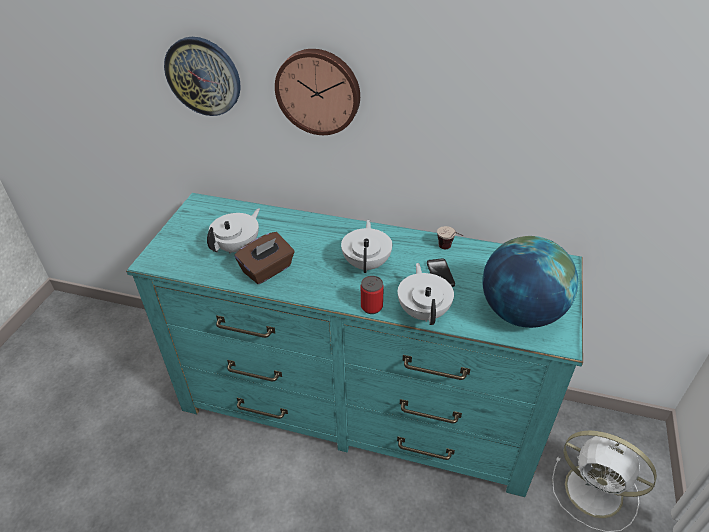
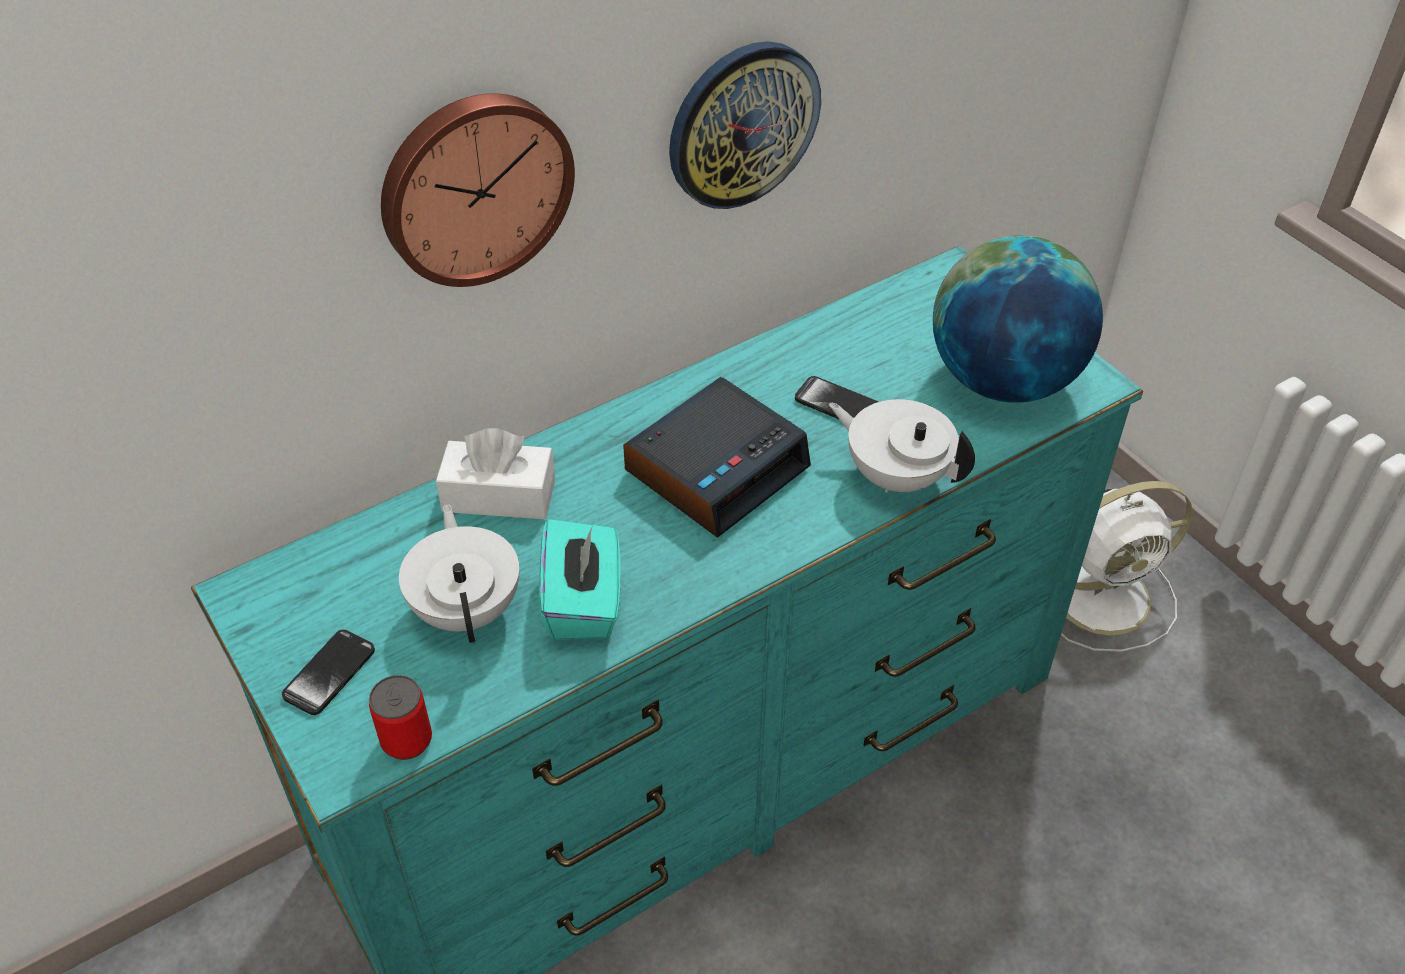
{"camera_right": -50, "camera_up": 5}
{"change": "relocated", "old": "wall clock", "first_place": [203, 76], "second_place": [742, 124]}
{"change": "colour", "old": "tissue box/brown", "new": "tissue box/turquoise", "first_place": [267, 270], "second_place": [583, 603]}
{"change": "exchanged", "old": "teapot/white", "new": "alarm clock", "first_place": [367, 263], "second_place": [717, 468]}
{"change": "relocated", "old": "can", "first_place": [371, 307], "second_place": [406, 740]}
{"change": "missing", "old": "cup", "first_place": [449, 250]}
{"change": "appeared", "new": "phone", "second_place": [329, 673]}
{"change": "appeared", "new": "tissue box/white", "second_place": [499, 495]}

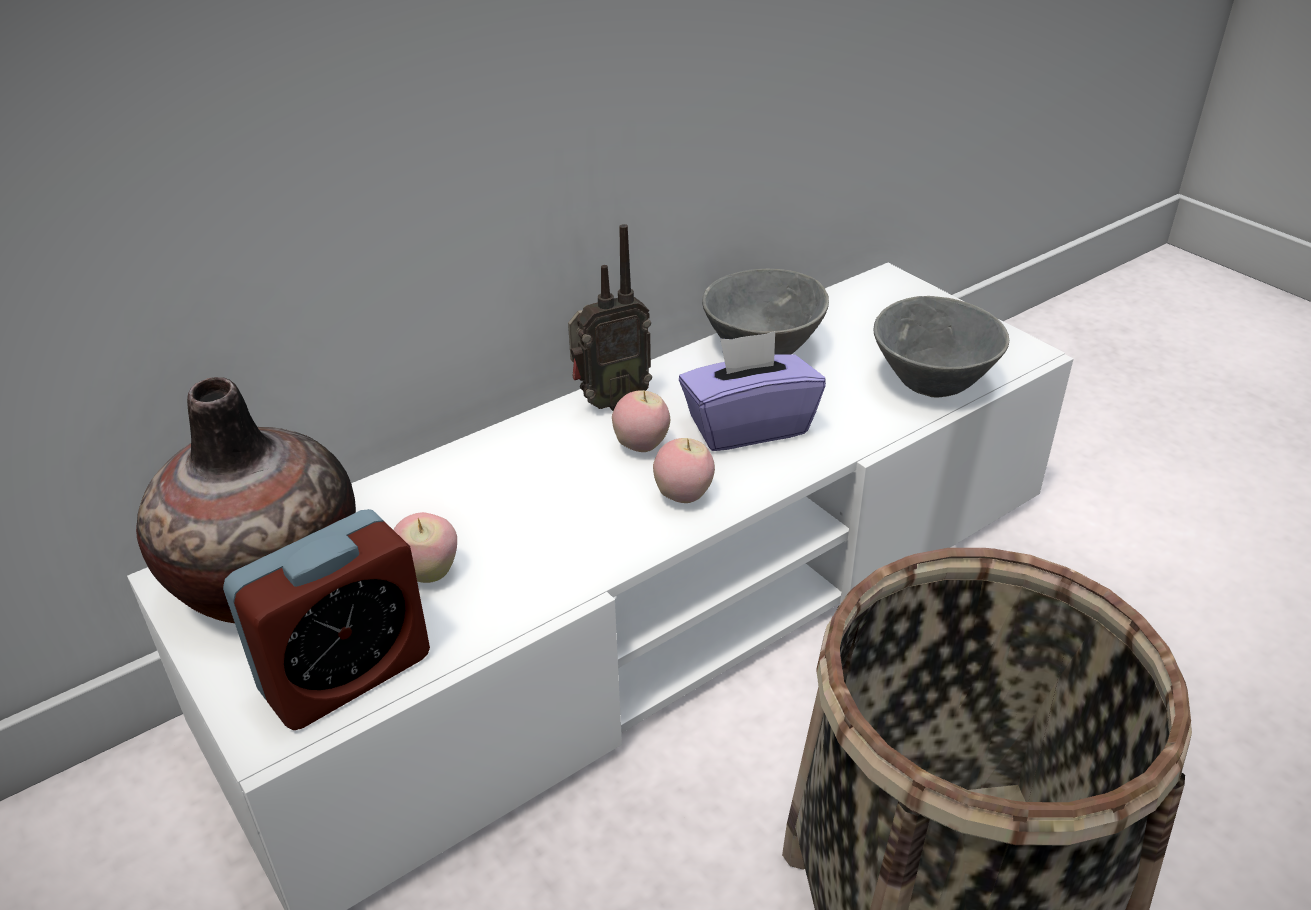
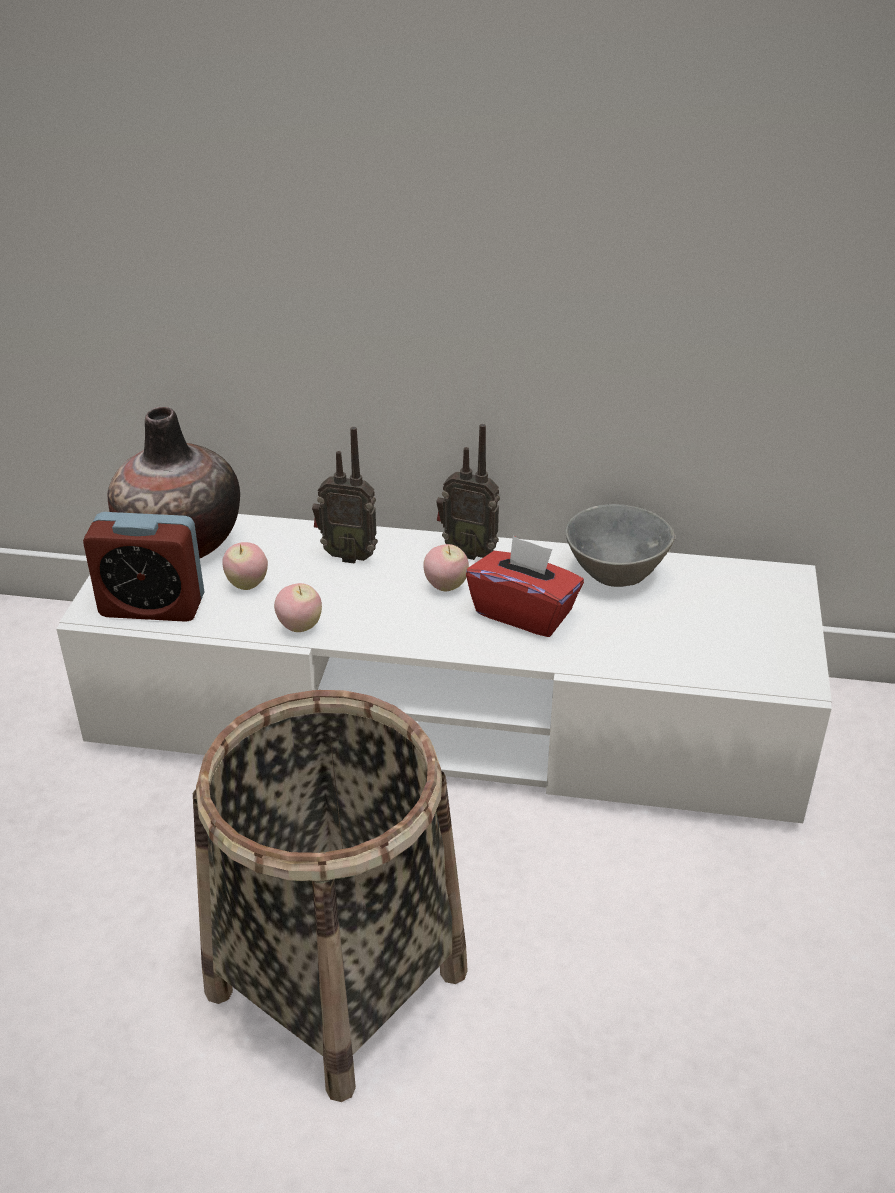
{"camera_right": 45, "camera_up": 0}
{"change": "relocated", "old": "apple", "first_place": [683, 496], "second_place": [300, 627]}
{"change": "colour", "old": "tissue box/purple", "new": "tissue box/red", "first_place": [748, 426], "second_place": [524, 612]}
{"change": "missing", "old": "bowl/grey", "first_place": [928, 383]}
{"change": "appeared", "new": "radio", "second_place": [348, 555]}

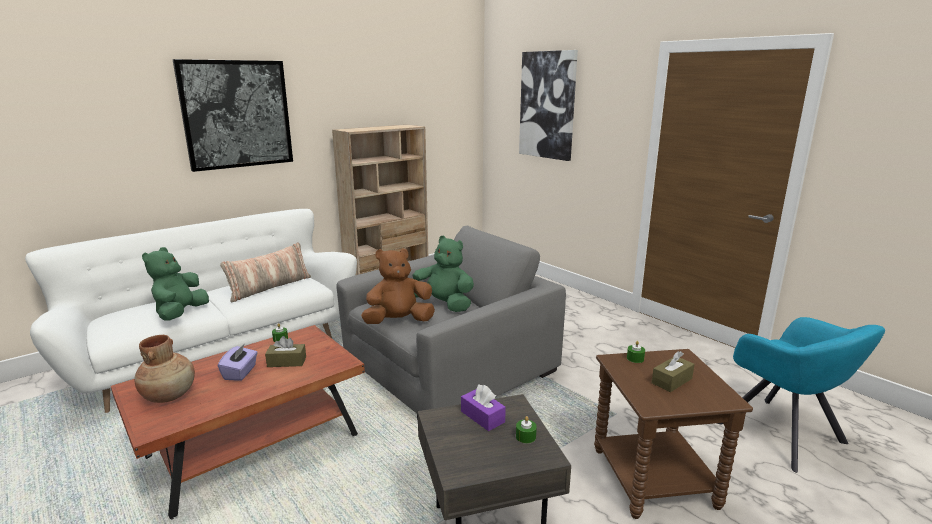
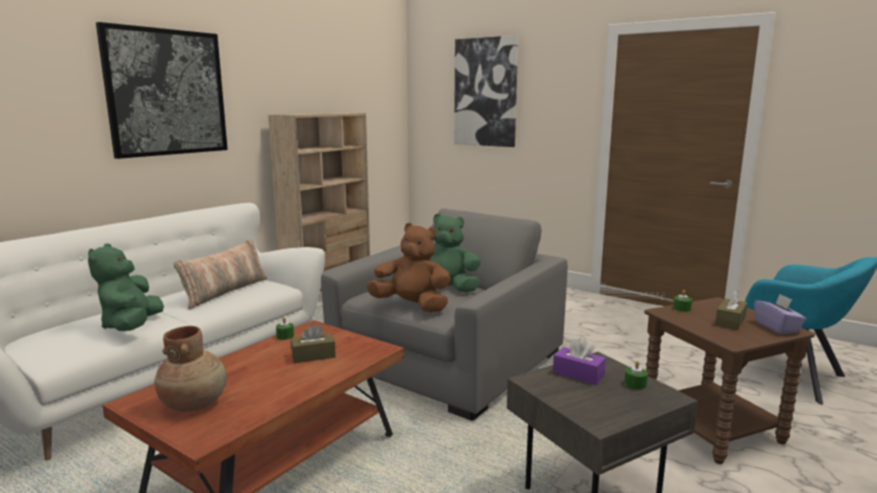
{"camera_right": -15, "camera_up": -5}
{"change": "relocated", "old": "tissue box/purple", "first_place": [240, 373], "second_place": [777, 327]}
{"change": "spun", "old": "plush toy/brown", "first_place": [398, 321], "second_place": [412, 306], "degrees": 60}

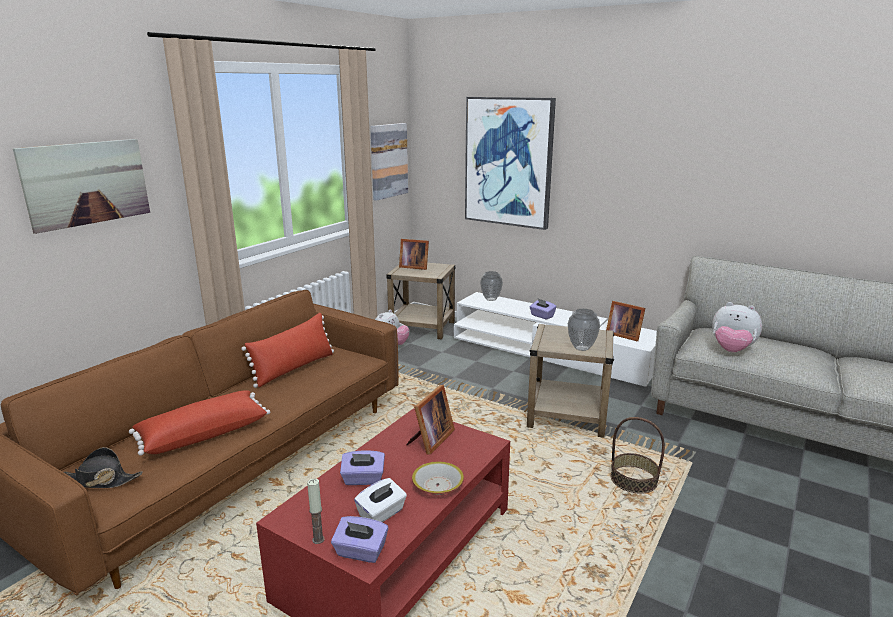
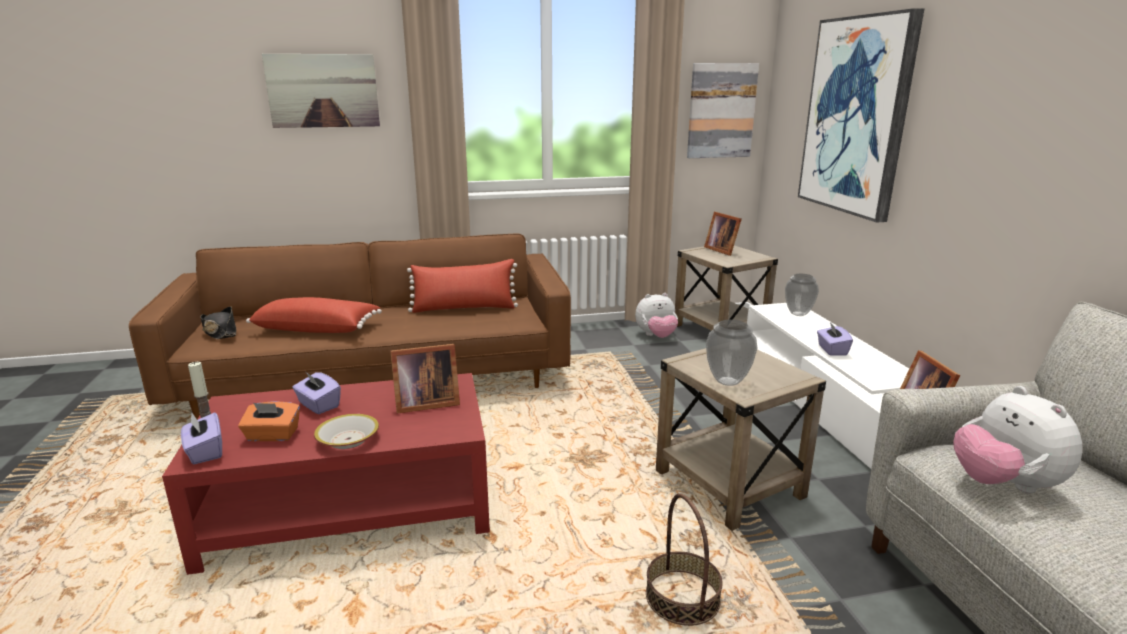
{"camera_right": 45, "camera_up": 0}
{"change": "colour", "old": "tissue box/white", "new": "tissue box/orange", "first_place": [381, 513], "second_place": [272, 435]}

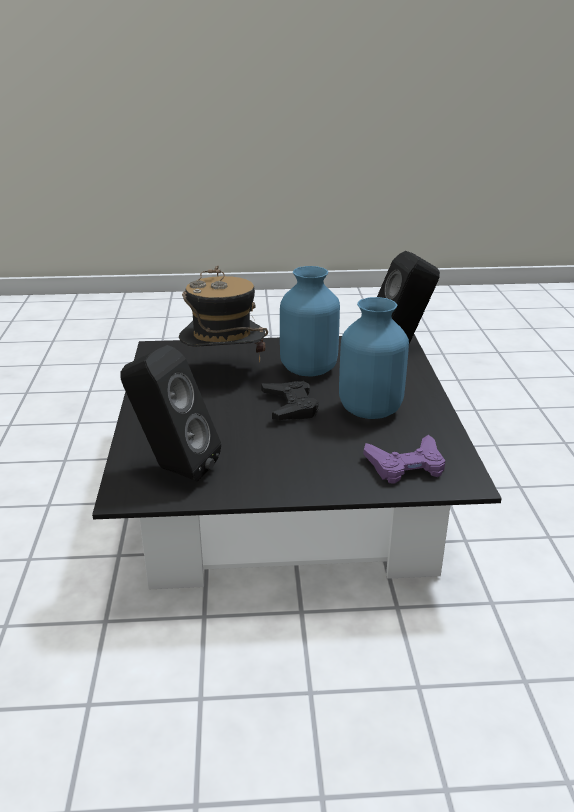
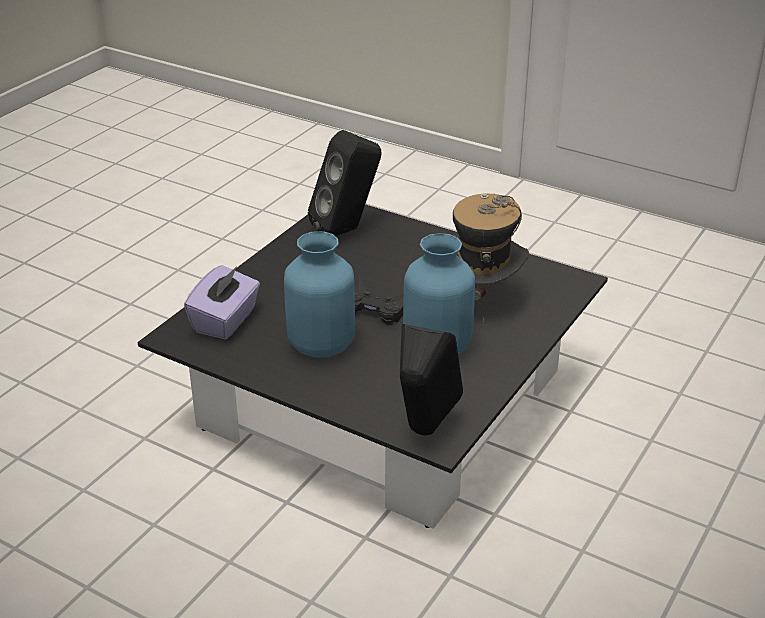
{"camera_right": 125, "camera_up": 5}
{"change": "exchanged", "old": "game controller/purple", "new": "tissue box/purple", "first_place": [406, 466], "second_place": [225, 321]}

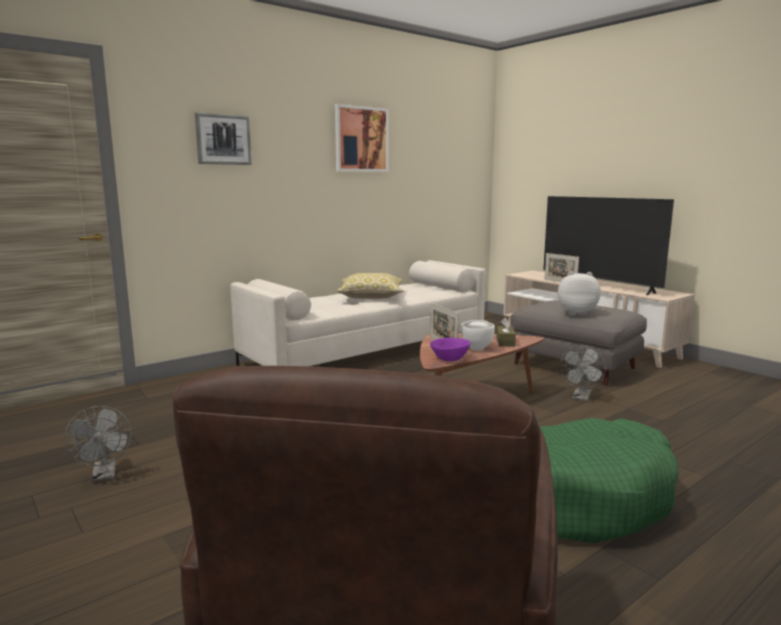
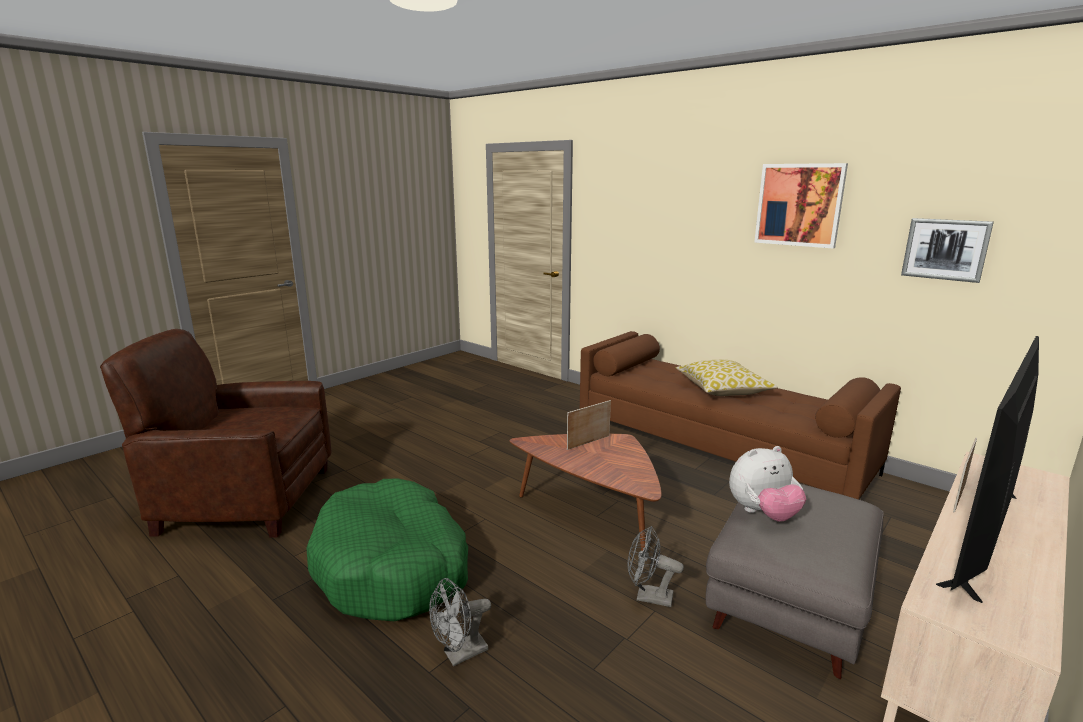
{"camera_right": 80, "camera_up": 5}
{"change": "relocated", "old": "fan/grey", "first_place": [105, 475], "second_place": [460, 654]}
{"change": "relocated", "old": "picture", "first_place": [223, 139], "second_place": [945, 249]}
{"change": "colour", "old": "sofa/white", "new": "sofa/brown", "first_place": [368, 351], "second_place": [718, 447]}
{"change": "missing", "old": "bowl/purple", "first_place": [449, 359]}
{"change": "missing", "old": "bowl/white", "first_place": [477, 348]}
{"change": "missing", "old": "tissue box/brown", "first_place": [505, 342]}
{"change": "spun", "old": "plush toy", "first_place": [576, 313], "second_place": [763, 514], "degrees": 75}

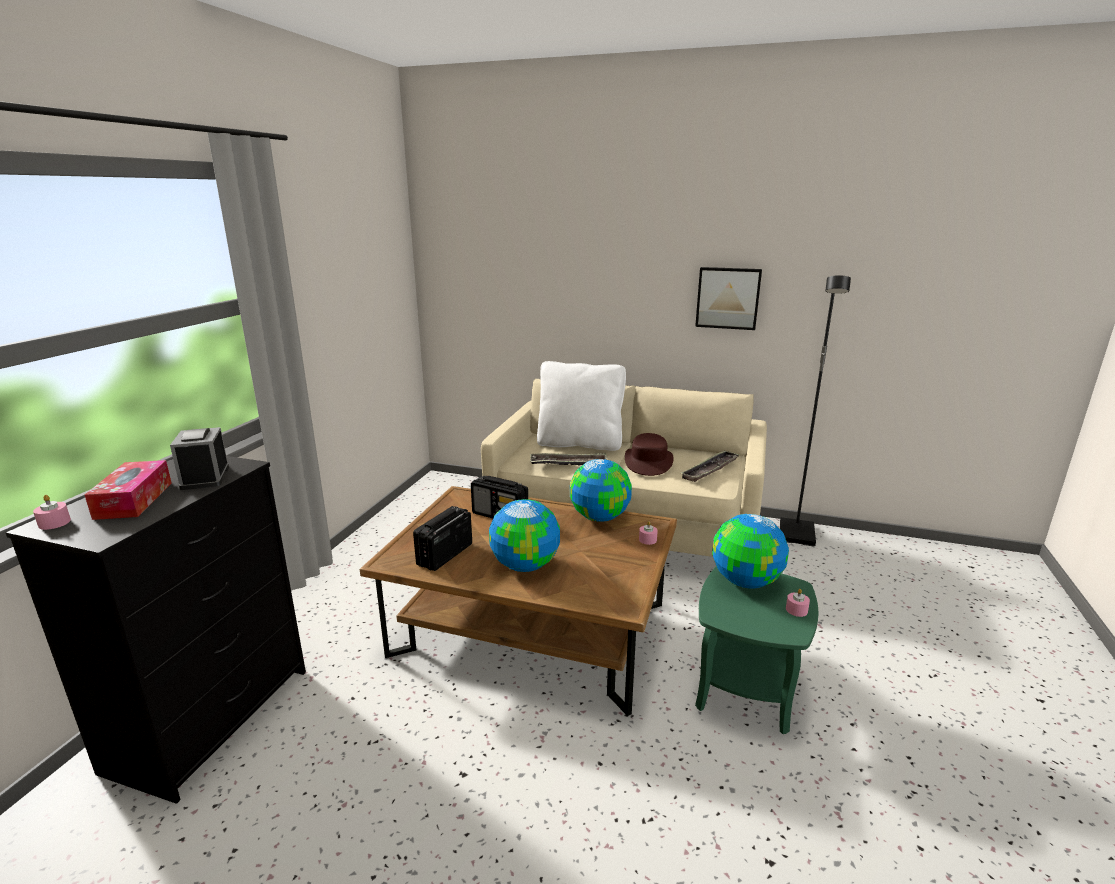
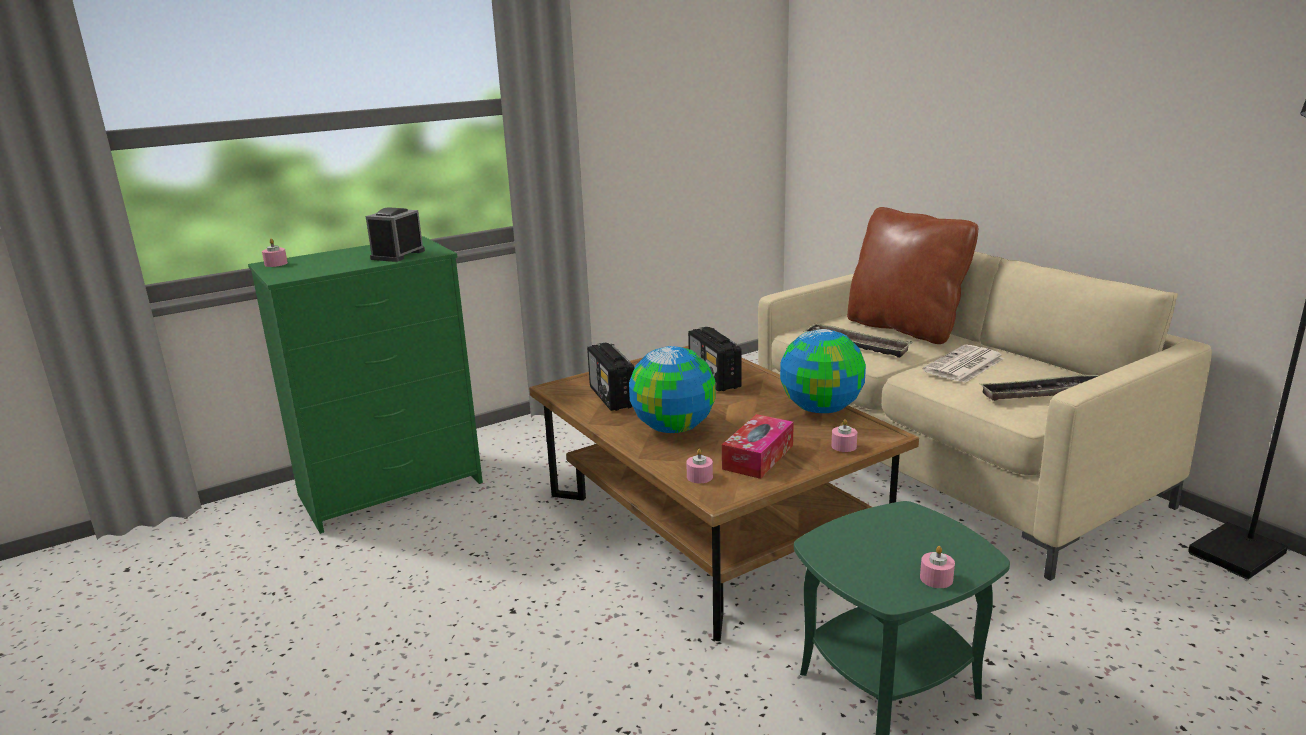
{"camera_right": 40, "camera_up": 0}
{"change": "colour", "old": "dresser/black", "new": "dresser/green", "first_place": [212, 717], "second_place": [392, 488]}
{"change": "relocated", "old": "tissue box", "first_place": [134, 500], "second_place": [758, 457]}
{"change": "spun", "old": "radio", "first_place": [444, 555], "second_place": [612, 397], "degrees": -90}
{"change": "colour", "old": "pillow/white", "new": "pillow/brown", "first_place": [580, 443], "second_place": [905, 328]}
{"change": "exchanged", "old": "hat/brown", "new": "newspaper", "first_place": [648, 462], "second_place": [964, 365]}
{"change": "missing", "old": "picture", "first_place": [728, 298]}
{"change": "missing", "old": "globe", "first_place": [746, 581]}
{"change": "appeared", "new": "candle/pink", "second_place": [699, 477]}

